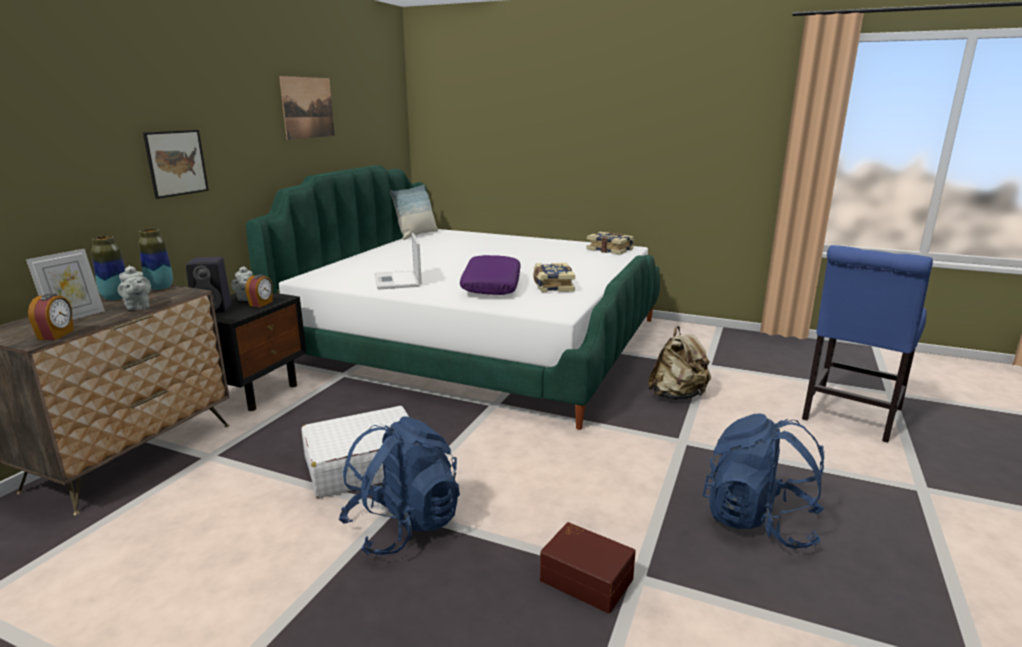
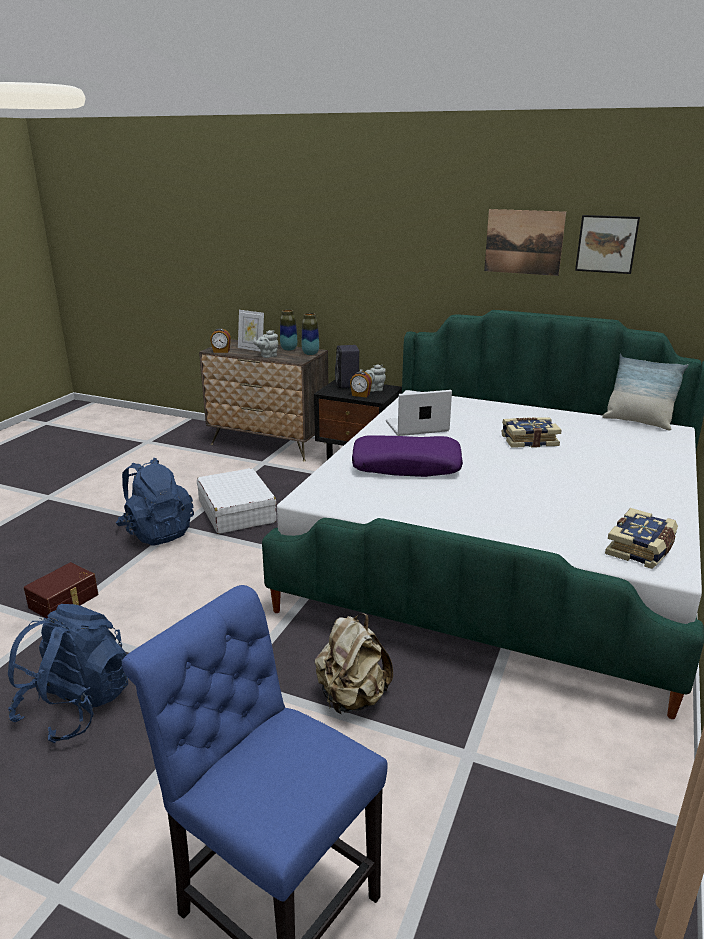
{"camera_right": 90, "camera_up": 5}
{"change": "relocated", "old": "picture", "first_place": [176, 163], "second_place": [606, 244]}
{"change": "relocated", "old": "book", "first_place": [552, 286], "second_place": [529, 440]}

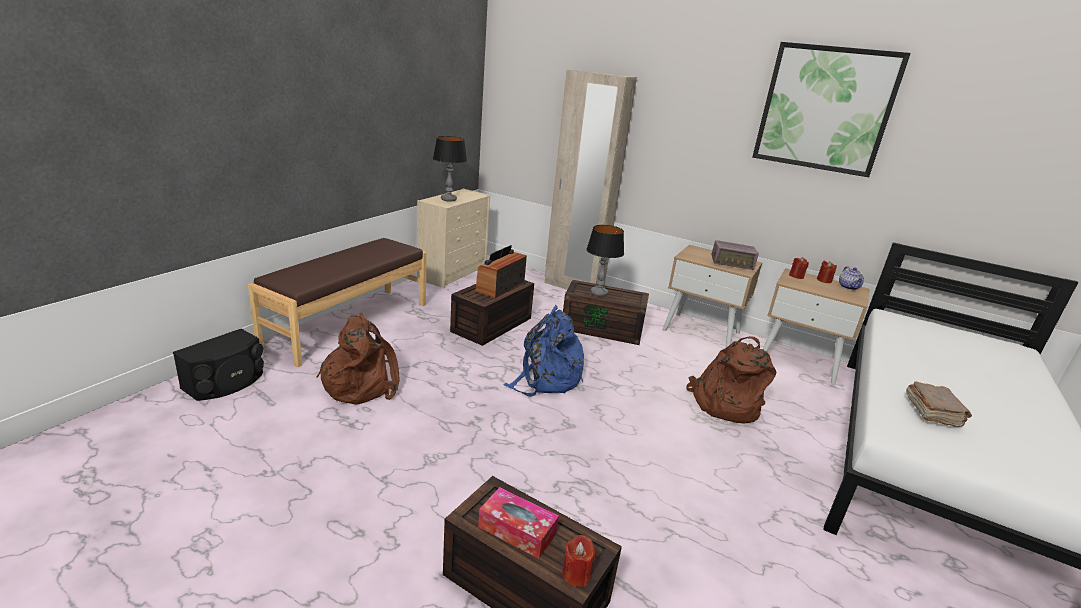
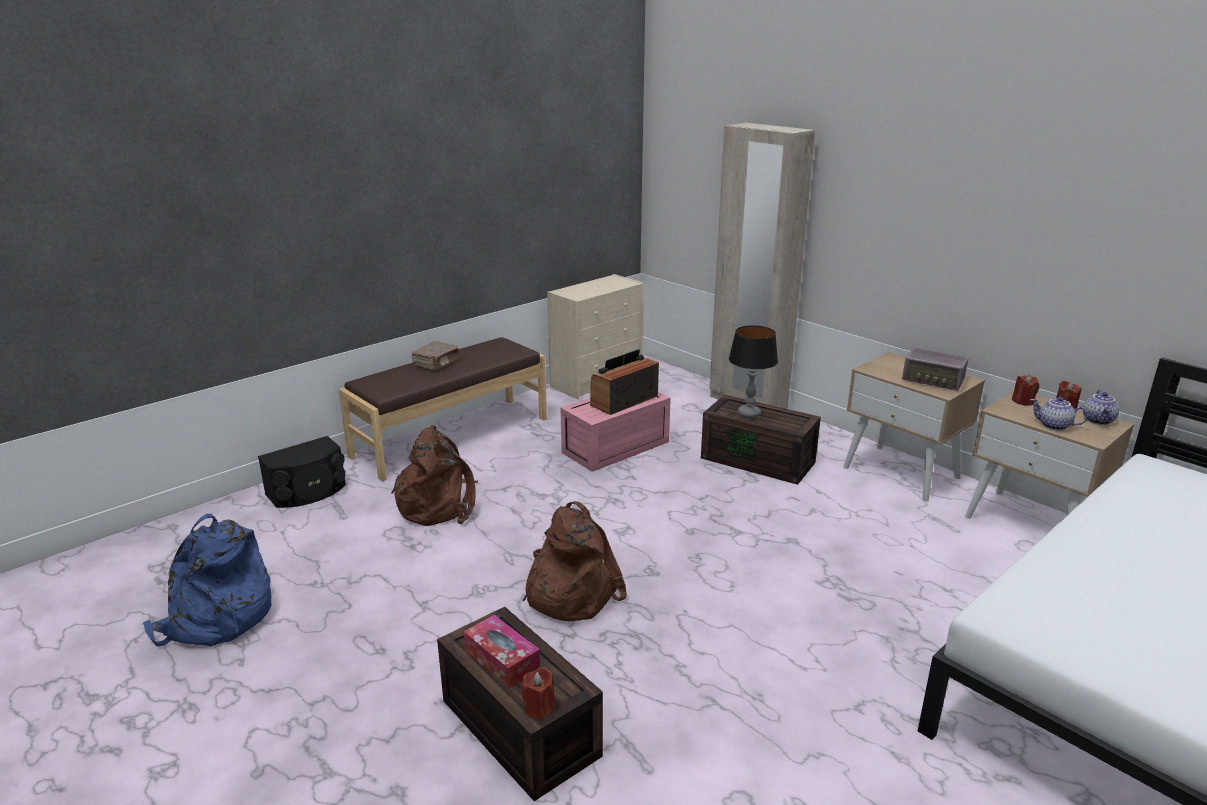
{"camera_right": 20, "camera_up": 0}
{"change": "missing", "old": "table lamp", "first_place": [448, 199]}
{"change": "colour", "old": "storage box/brown", "new": "storage box/pink", "first_place": [492, 325], "second_place": [615, 448]}
{"change": "relocated", "old": "backpack/blue", "first_place": [546, 378], "second_place": [216, 619]}
{"change": "relocated", "old": "backpack/brown", "first_place": [724, 404], "second_place": [569, 592]}
{"change": "missing", "old": "picture", "first_place": [825, 109]}
{"change": "relocated", "old": "book/brown", "first_place": [932, 412], "second_place": [437, 363]}
{"change": "appeared", "new": "teapot", "second_place": [1053, 426]}

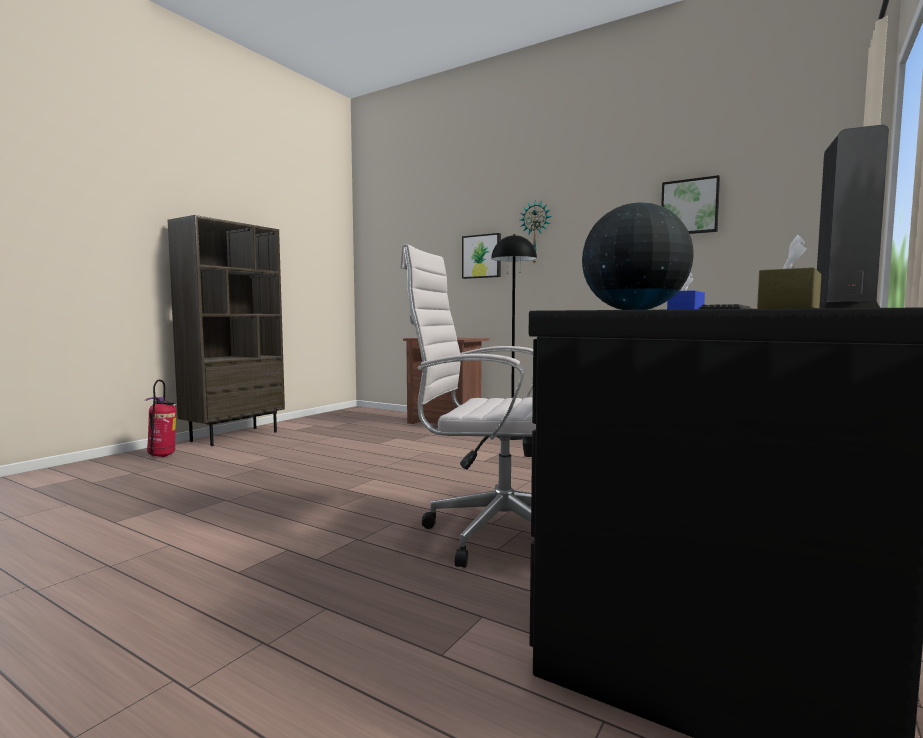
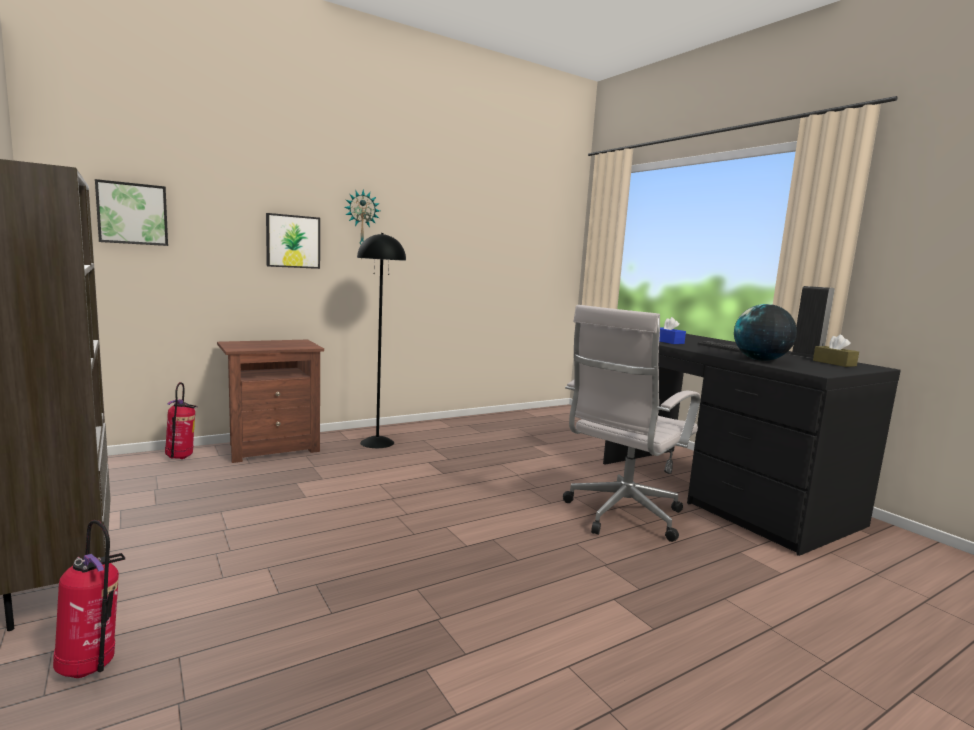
{"camera_right": -65, "camera_up": 5}
{"change": "relocated", "old": "picture", "first_place": [690, 207], "second_place": [132, 214]}
{"change": "appeared", "new": "fire extinguisher", "second_place": [180, 458]}

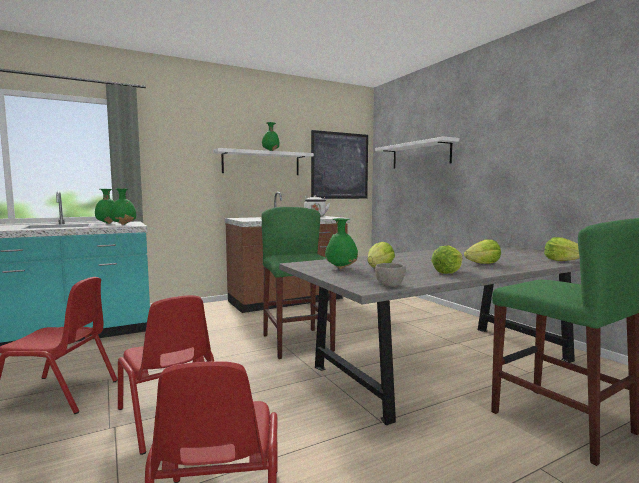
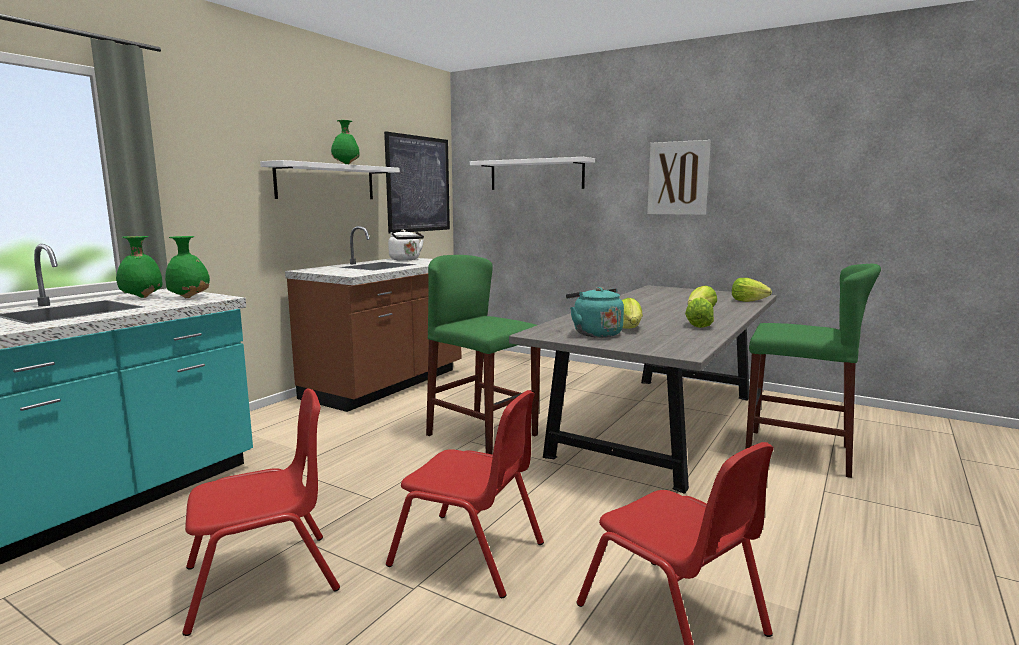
{"camera_right": -30, "camera_up": 5}
{"change": "exchanged", "old": "vase/green", "new": "kettle/turquoise", "first_place": [341, 268], "second_place": [595, 333]}
{"change": "missing", "old": "bowl/grey", "first_place": [389, 285]}
{"change": "appeared", "new": "picture", "second_place": [678, 178]}

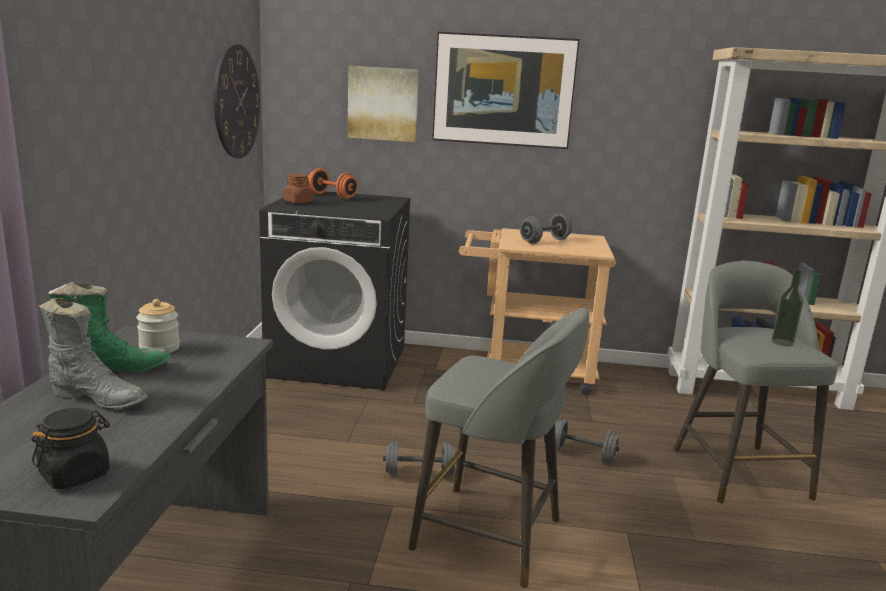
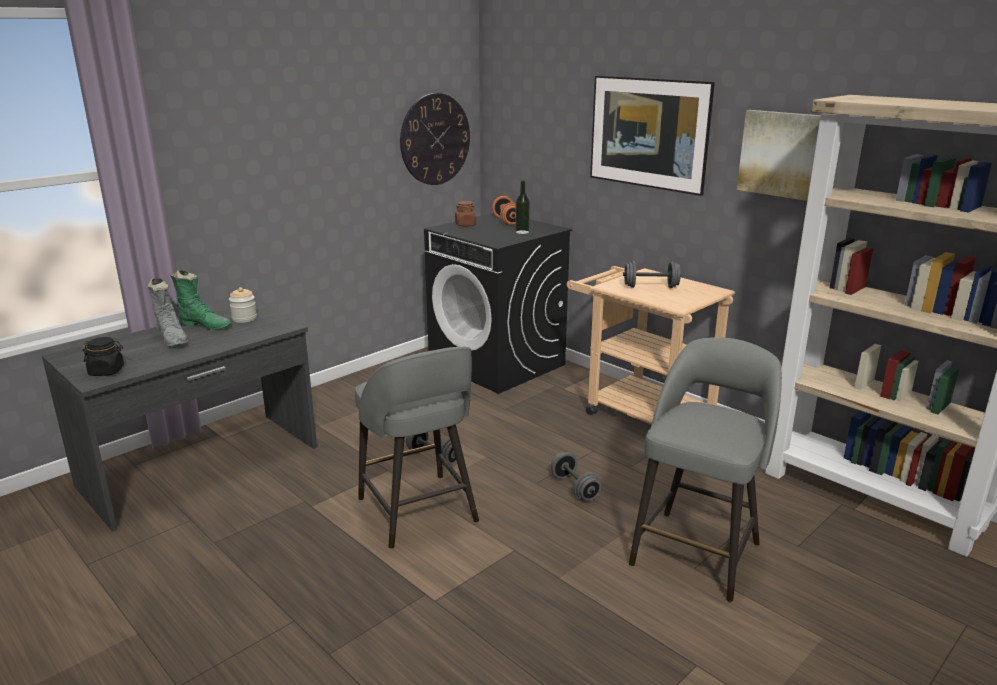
{"camera_right": 40, "camera_up": 5}
{"change": "relocated", "old": "picture", "first_place": [383, 104], "second_place": [781, 154]}
{"change": "relocated", "old": "bottle", "first_place": [782, 342], "second_place": [522, 232]}

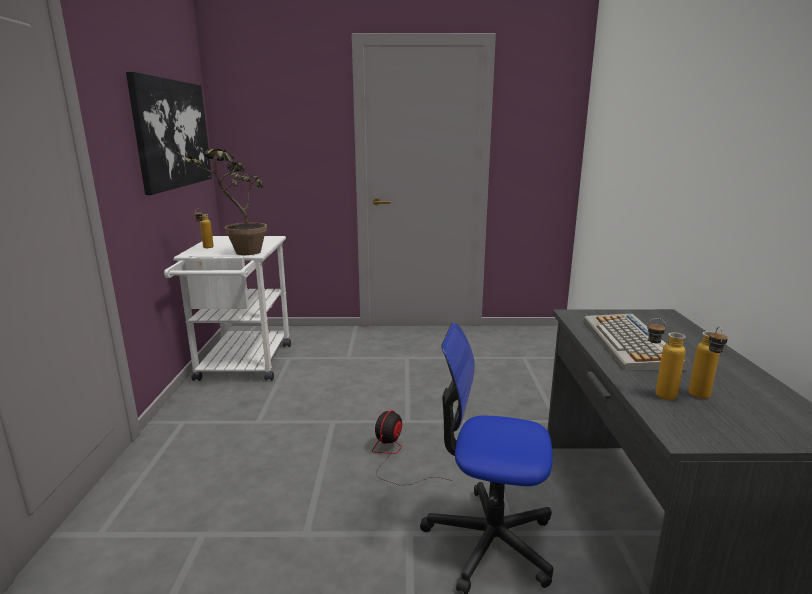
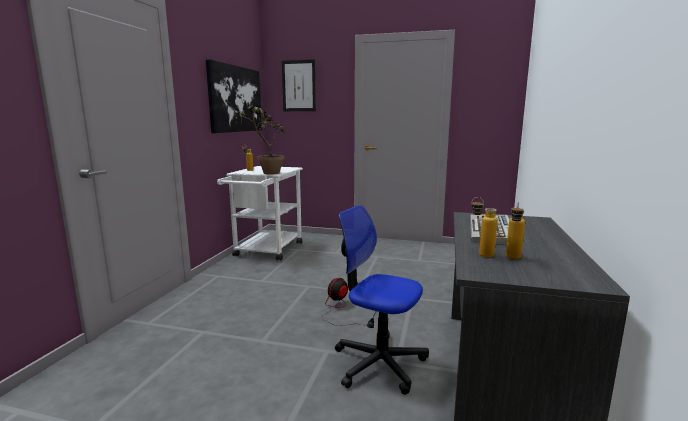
{"camera_right": 15, "camera_up": -5}
{"change": "appeared", "new": "picture", "second_place": [298, 86]}

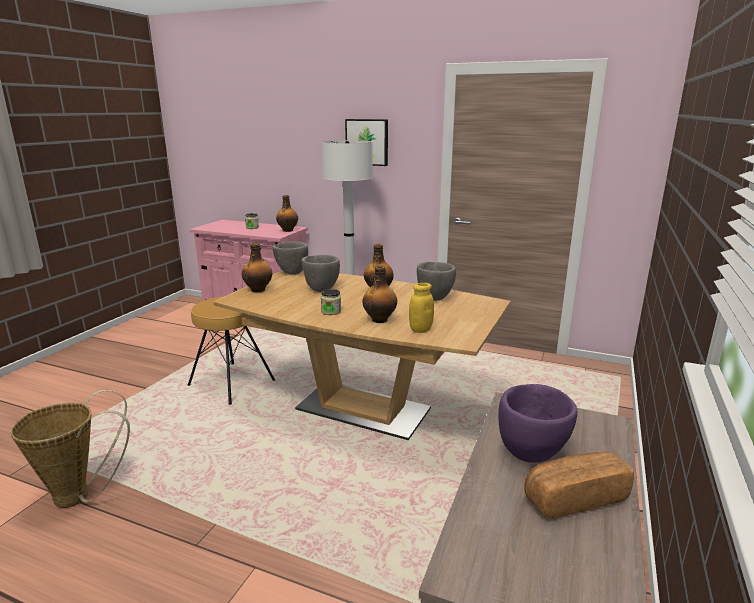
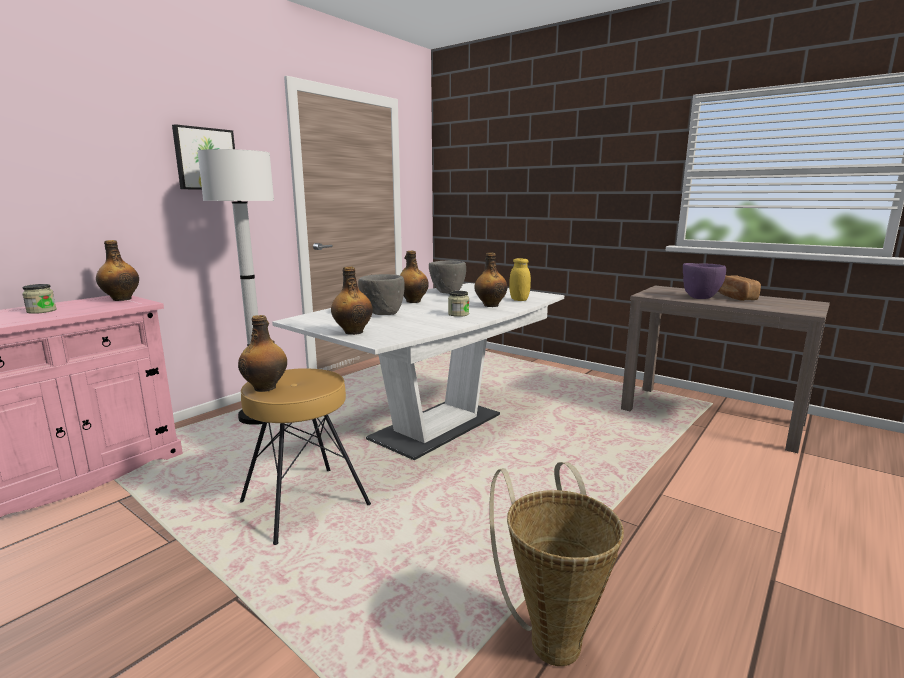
{"camera_right": -75, "camera_up": -5}
{"change": "colour", "old": "dining table/brown", "new": "dining table/white", "first_place": [363, 409], "second_place": [436, 427]}
{"change": "missing", "old": "bowl/grey", "first_place": [291, 272]}
{"change": "appeared", "new": "bottle", "second_place": [266, 387]}

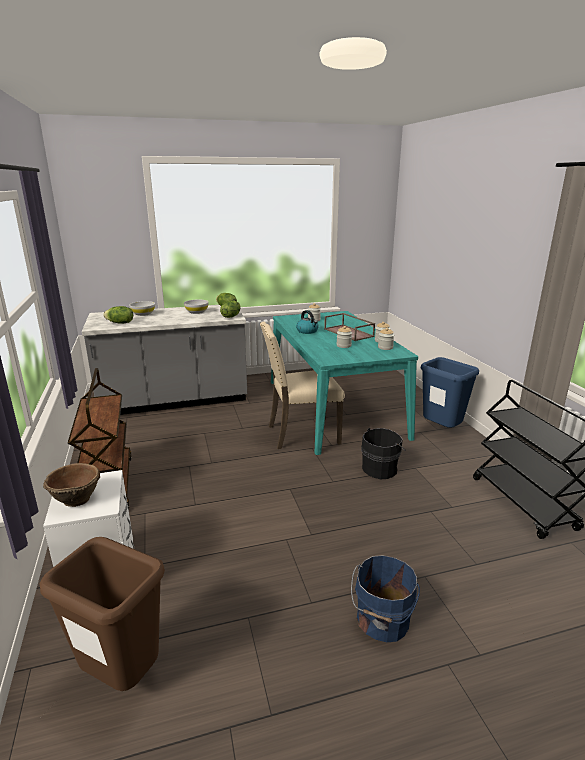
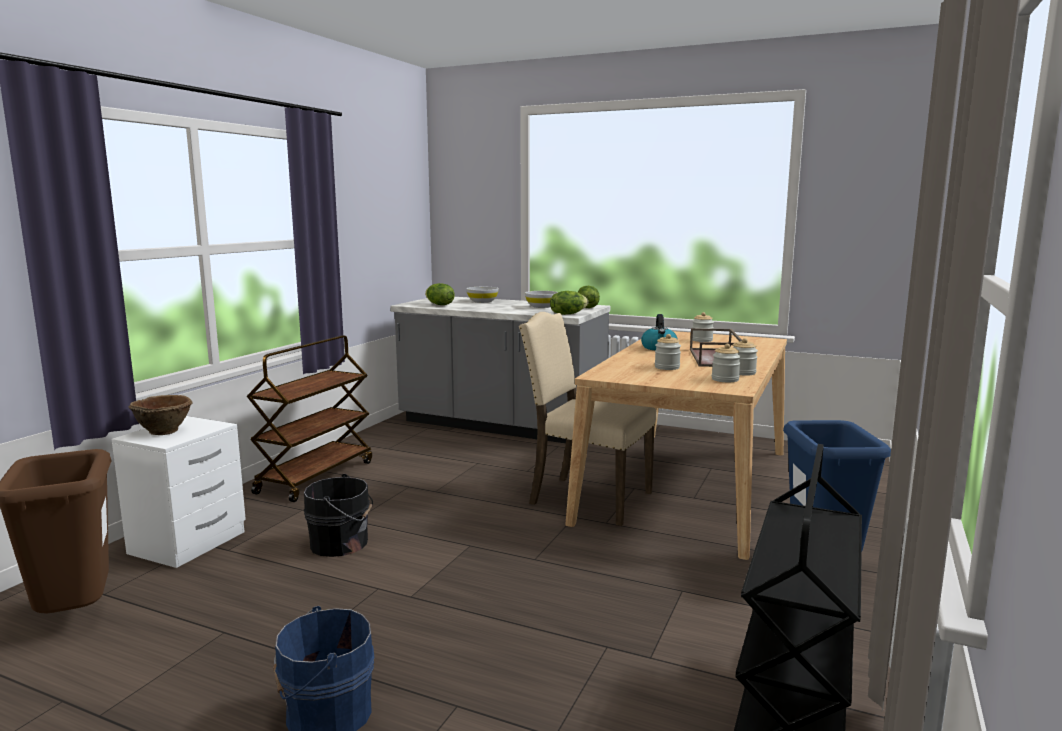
{"camera_right": 40, "camera_up": -10}
{"change": "colour", "old": "dining table/turquoise", "new": "dining table/beige", "first_place": [333, 407], "second_place": [688, 485]}
{"change": "relocated", "old": "bucket/black", "first_place": [381, 468], "second_place": [342, 544]}

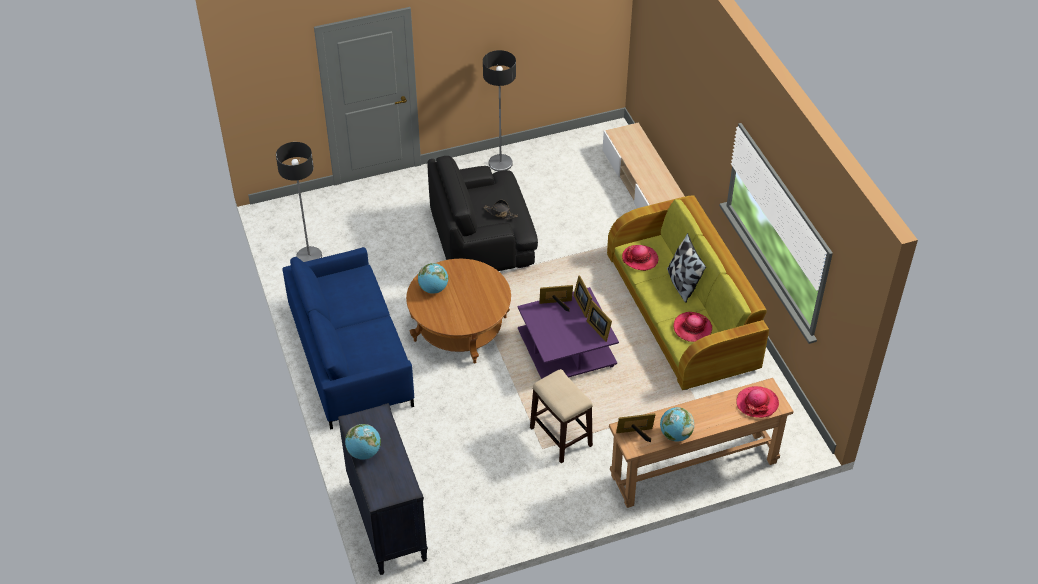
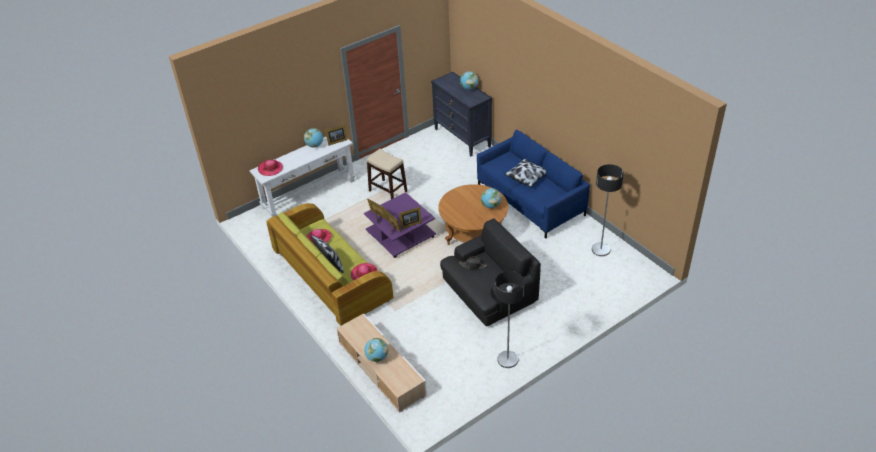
{"camera_right": 165, "camera_up": -5}
{"change": "colour", "old": "console table/brown", "new": "console table/white", "first_place": [693, 468], "second_place": [309, 194]}
{"change": "appeared", "new": "globe", "second_place": [377, 357]}
{"change": "appeared", "new": "pillow", "second_place": [527, 177]}

